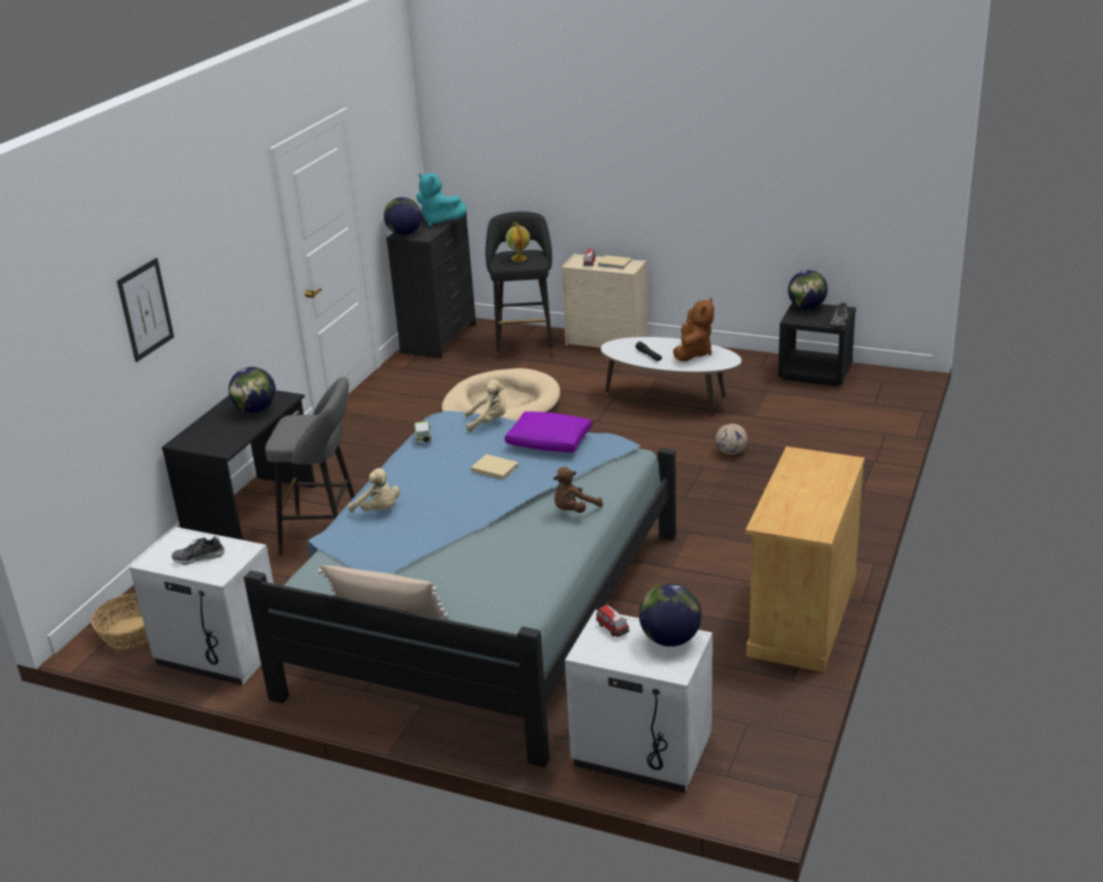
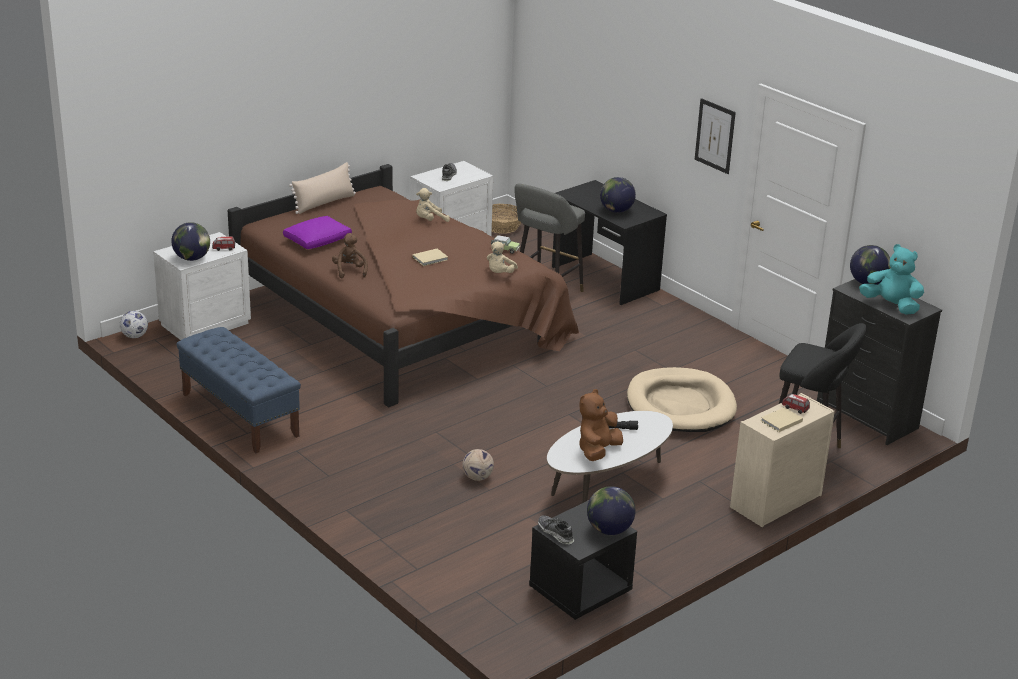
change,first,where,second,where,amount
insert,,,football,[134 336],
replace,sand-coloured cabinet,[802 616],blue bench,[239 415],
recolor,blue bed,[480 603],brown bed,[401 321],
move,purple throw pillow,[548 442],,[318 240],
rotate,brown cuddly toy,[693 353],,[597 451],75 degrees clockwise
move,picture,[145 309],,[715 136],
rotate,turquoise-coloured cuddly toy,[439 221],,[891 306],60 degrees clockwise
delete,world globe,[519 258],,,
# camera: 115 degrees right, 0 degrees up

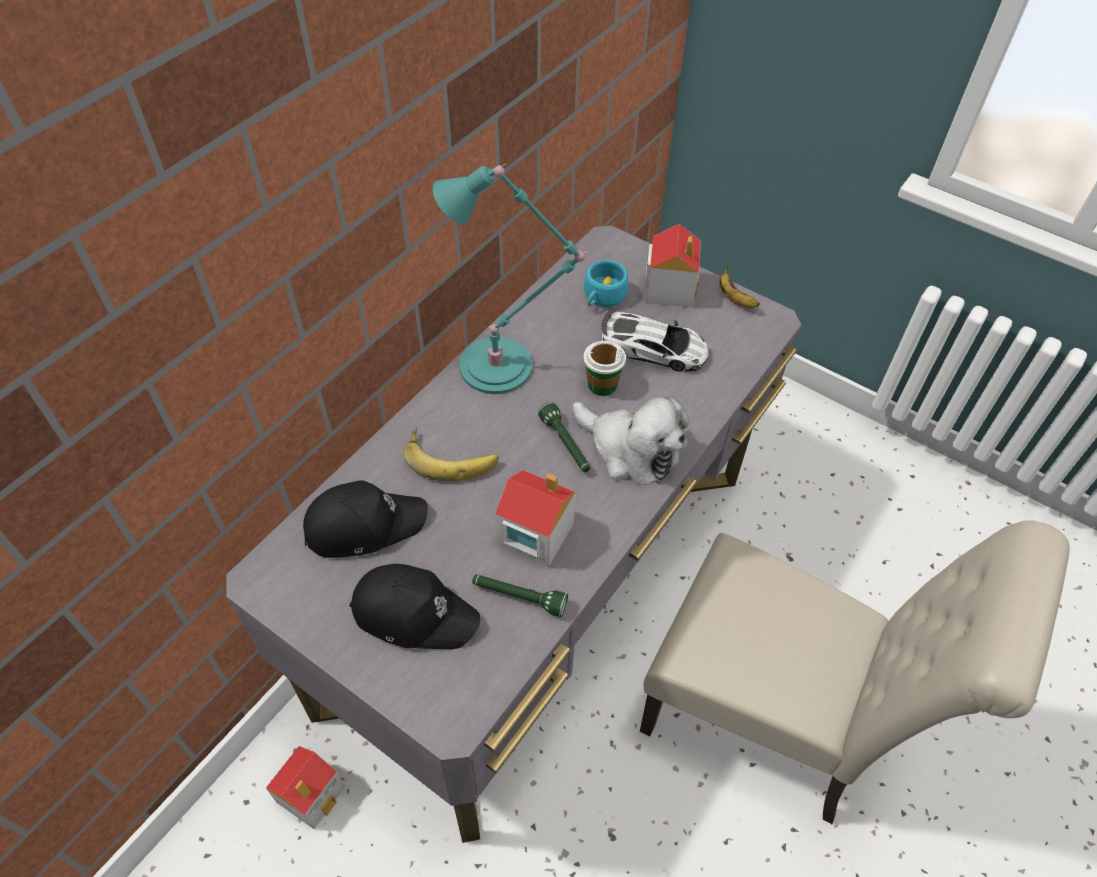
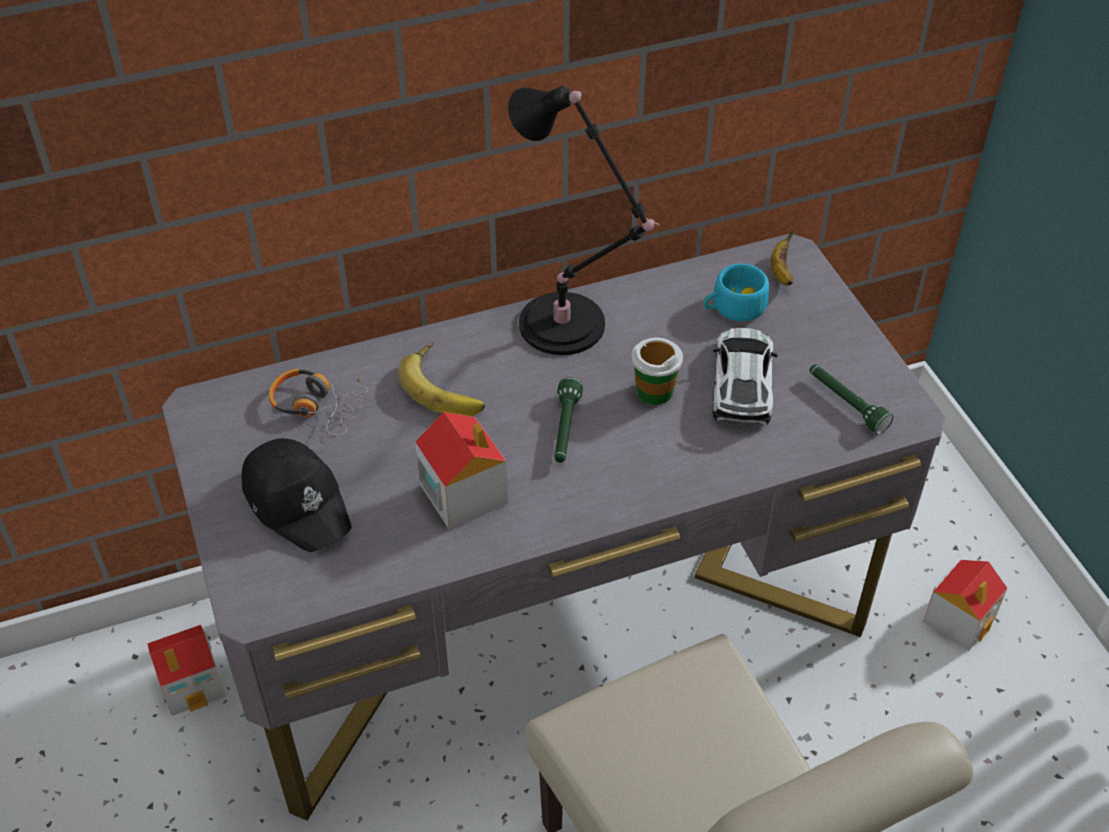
change,first,where,second,where,amount
replace,blackish cap,[363 524],headset,[319 406],
recolor,turquoise-coloured tabletop lamp,[502 366],blackish tabletop lamp,[568 328],
rotate,toy car,[653 348],,[742 382],135 degrees counterclockwise
move,banana fruit,[734 298],,[781 271],
move,green-coloured hand torch,[518 597],,[846 404],
move,miniature house,[670 288],,[959 619],
delete,cuddly toy,[630 450],,,
# camera: 35 degrees right, 5 degrees down

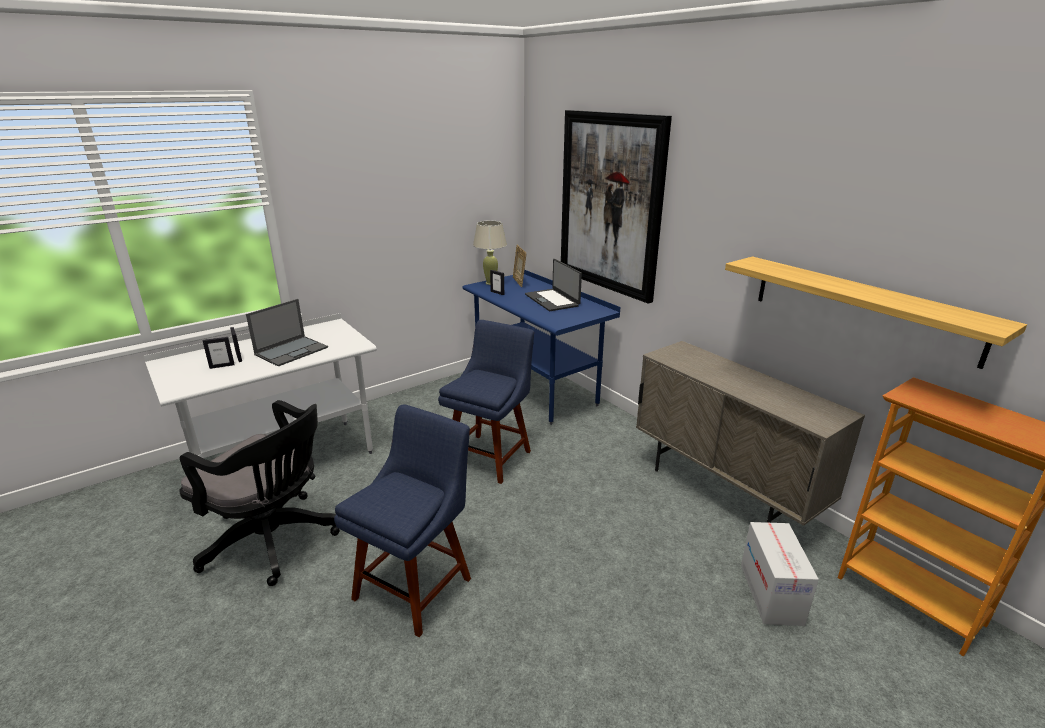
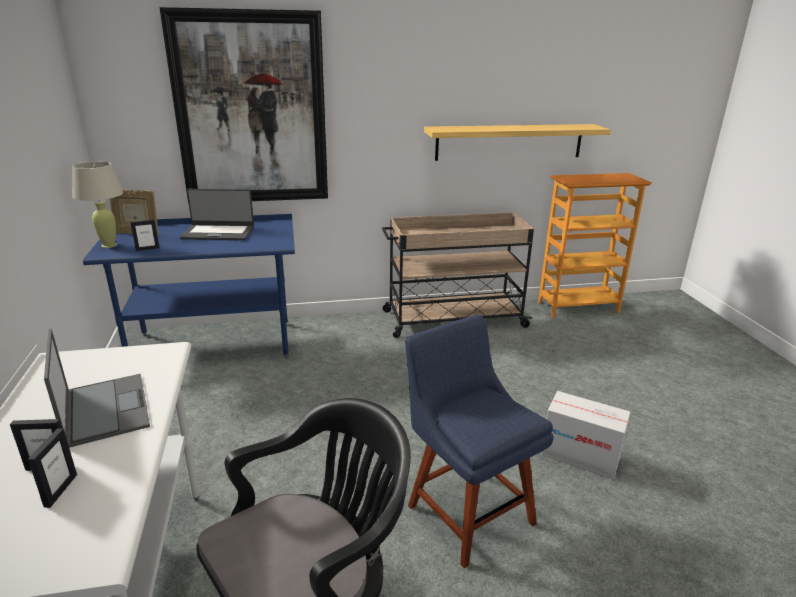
change,first,where,second,where,amount
replace,sand-coloured cabinet,[723 493],sand-coloured cart,[452 319],
move,packing box,[771 594],,[580 456],
delete,blue plain chair,[491 456],,,
# camera: 65 degrees left, 0 degrees up

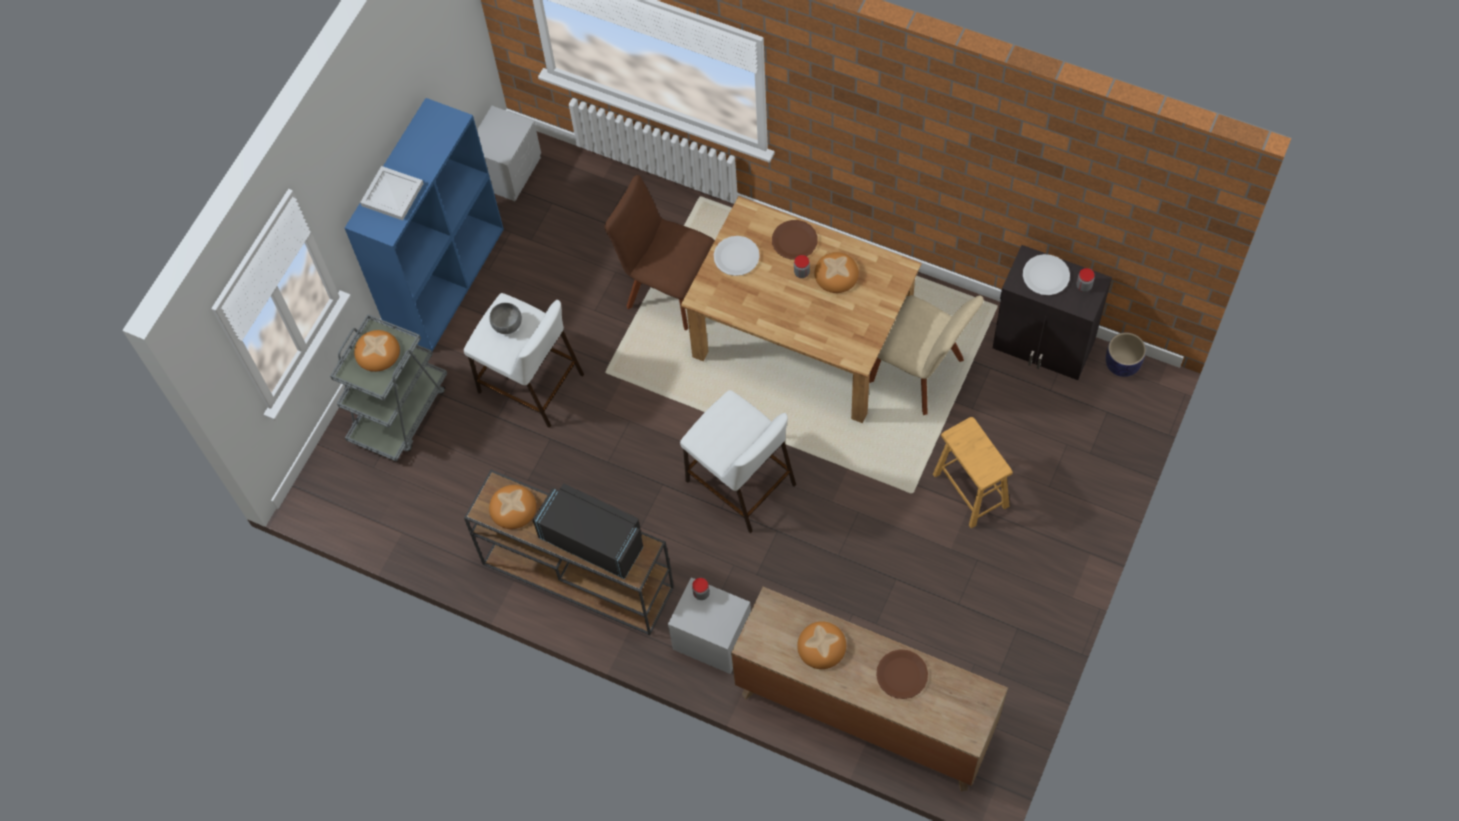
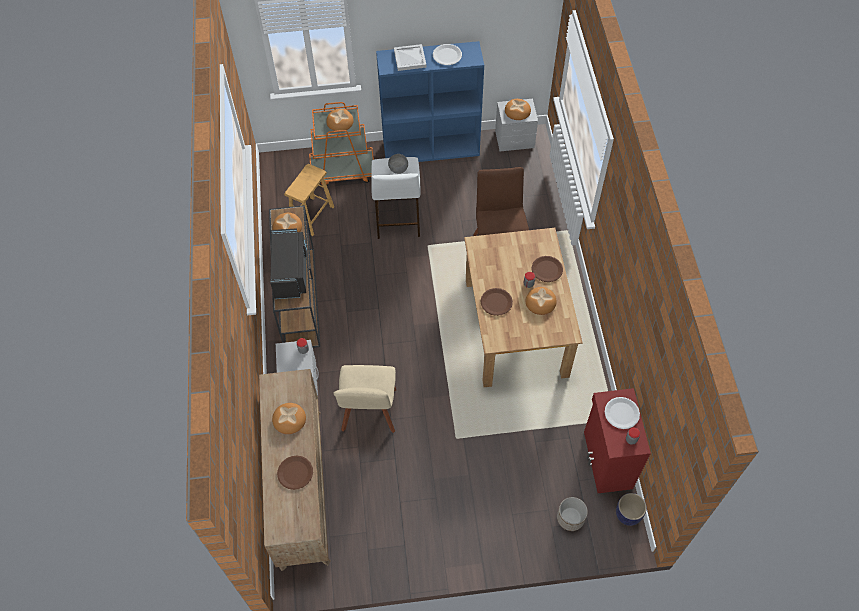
change,first,where,second,where,amount
move,brown stool seat,[971 490],,[312 216],
recolor,gray cart,[399 411],orange cart,[343 170],
move,sand-coloured plain chair,[920 373],,[369 413],
move,white-coloured plate,[736 256],,[447 55],
insert,,,brown plate,[496 302],
insert,,,bread,[517 111],
insert,,,plant pot,[570 518],
recolor,blackish cabinet,[1043 346],red cabinet,[606 460],
delete,white-coloured stool seat,[739 482],,,
# camera: 55 degrees right, 5 degrees down

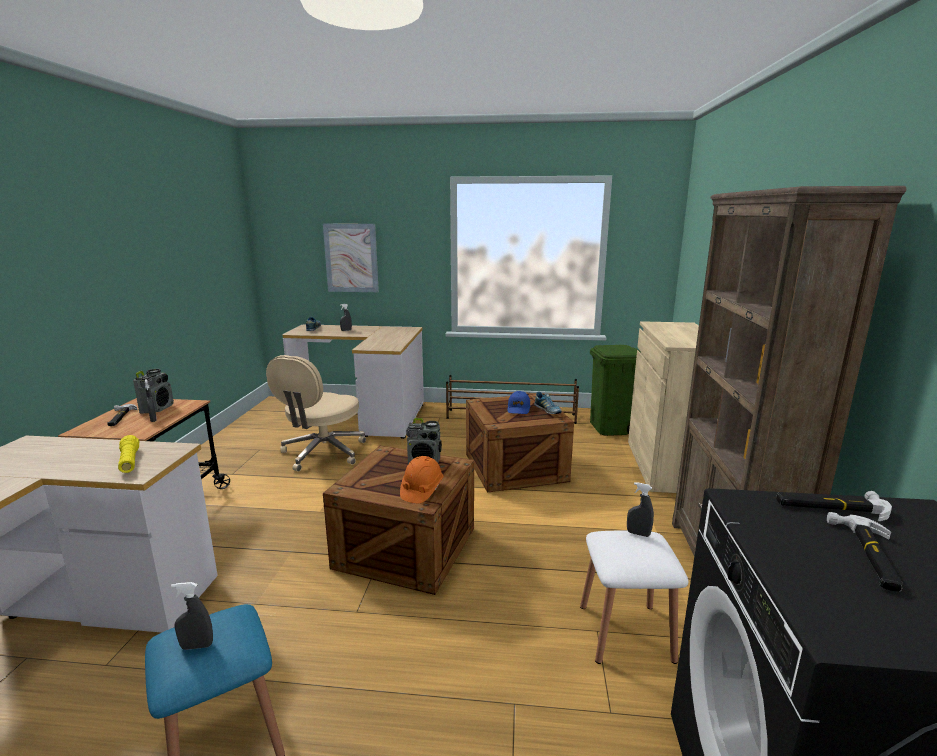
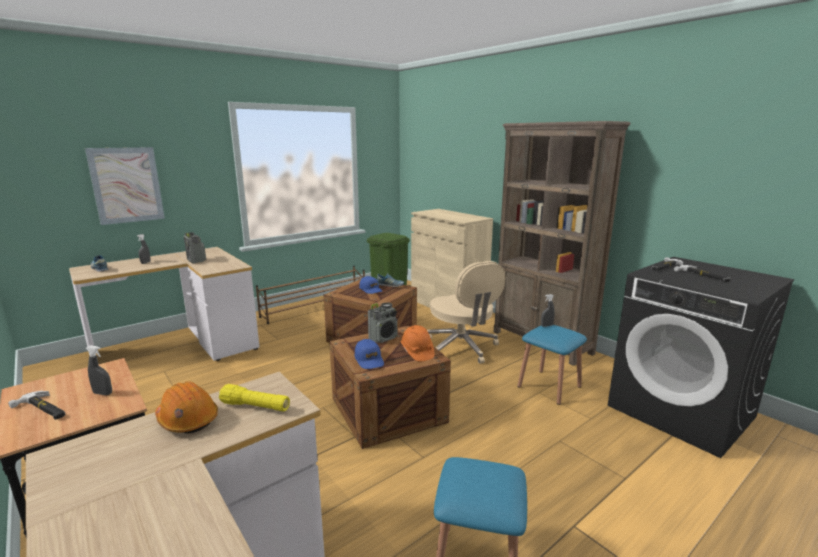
change,first,where,second,where,amount
insert,,,orange safety helmet,[187 419],
move,radio receiver,[157 408],,[196 260],
insert,,,blue cap,[369 360],
move,sand-coloured office chair,[322 453],,[462 347],
recolor,white-coloured stool seat,[625 632],blue stool seat,[549 386],
delete,gray spray bottle,[197 646],,,
# camera: 45 degrees left, 0 degrees up

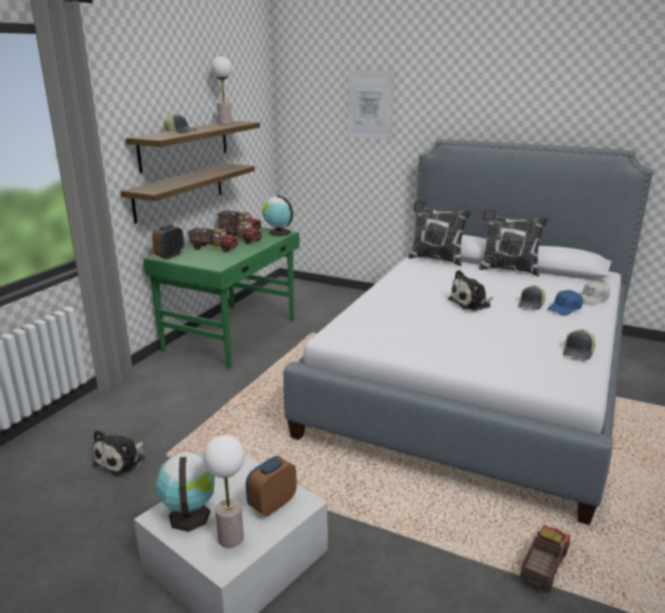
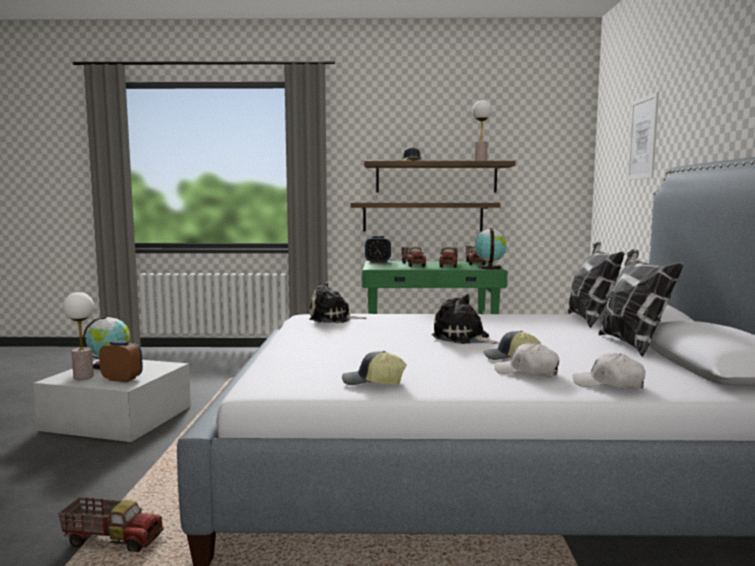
change,first,where,second,where,amount
move,cuddly toy,[122 460],,[333 319],
recolor,blue cap,[565 309],white-coloured cap,[527 372],
# camera: 65 degrees right, 15 degrees down

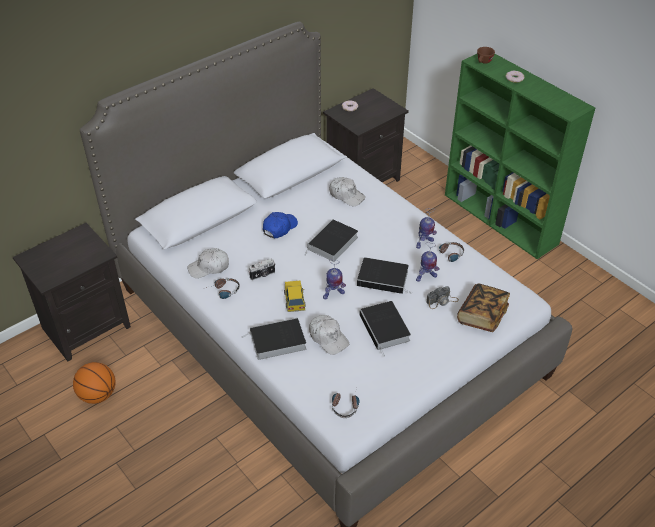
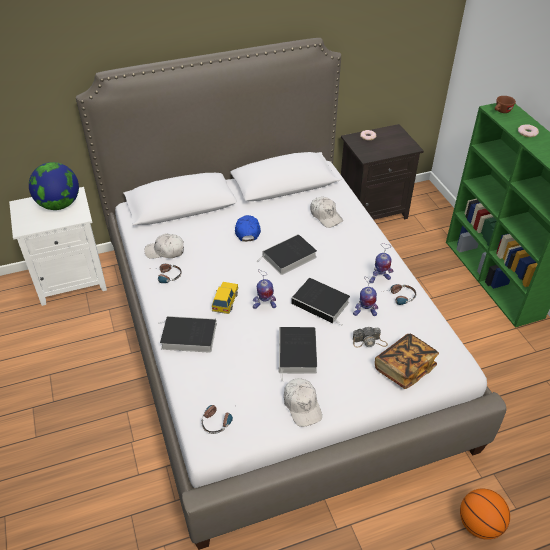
change,first,where,second,where,amount
recolor,blackish night table,[87 326],white-coloured night table,[72 280],
insert,,,world globe,[59 205],
rotate,blue cap,[279 228],,[247 231],60 degrees counterclockwise
move,white-coloured cap,[328 338],,[302 405],
move,basketball,[98 395],,[479 524],
delete,still camera,[262 275],,,
# camera: 20 degrees right, 0 degrees up

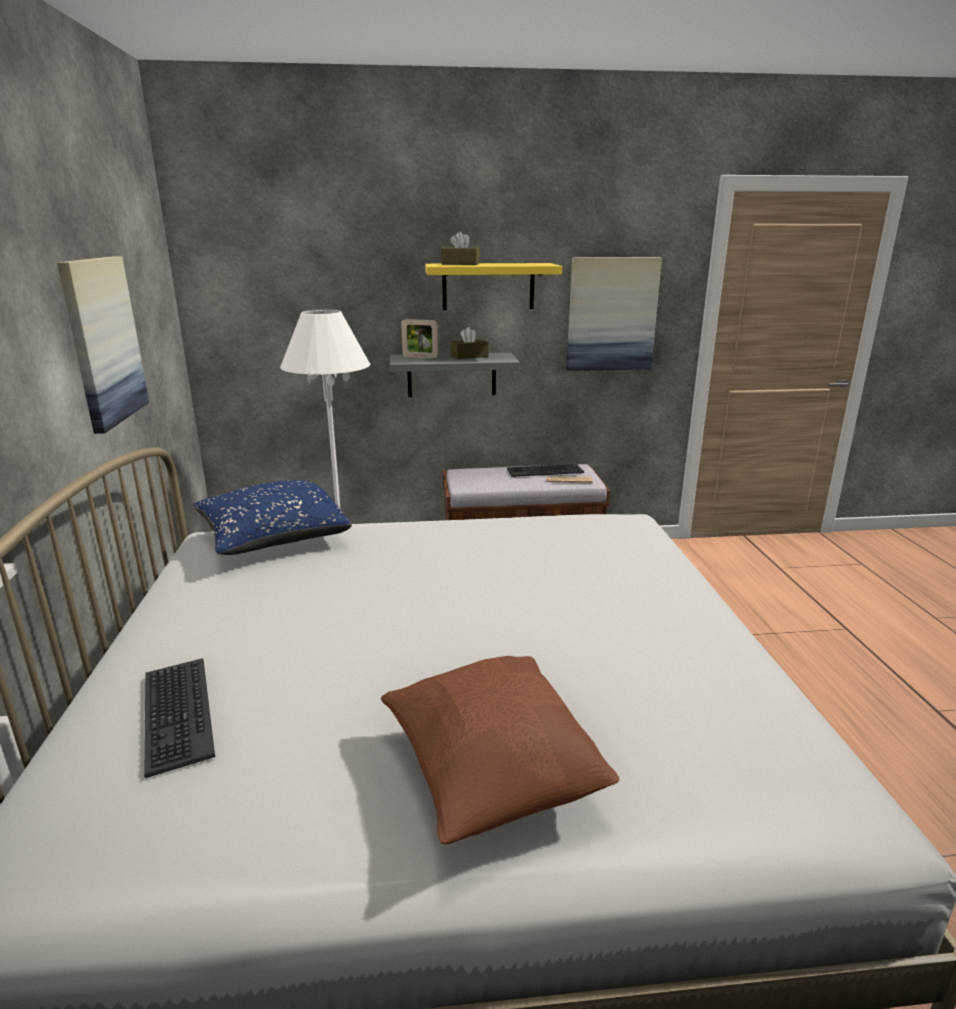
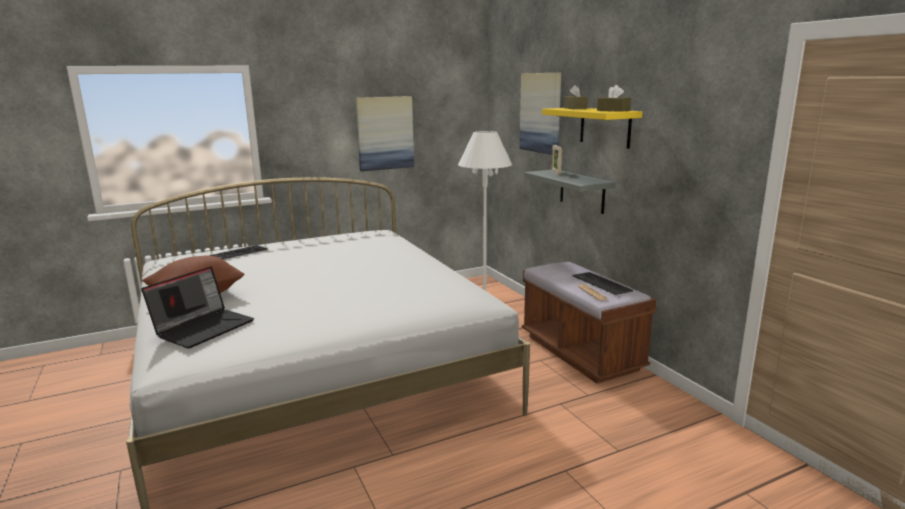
change,first,where,second,where,amount
insert,,,laptop,[204 327],
move,picture,[611 314],,[541 113],
move,brown tissue box,[469 356],,[613 110],
delete,blue throw pillow,[273 539],,,
# camera: 70 degrees right, 5 degrees down

